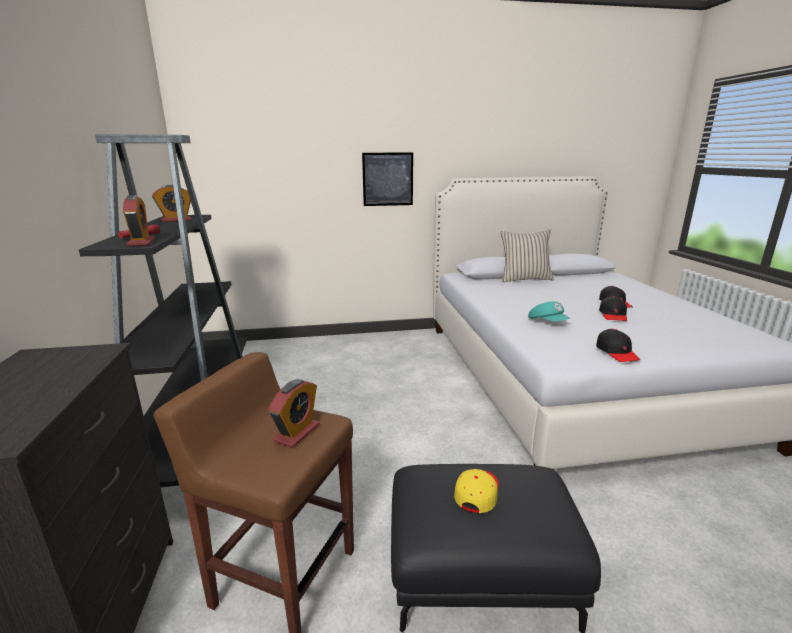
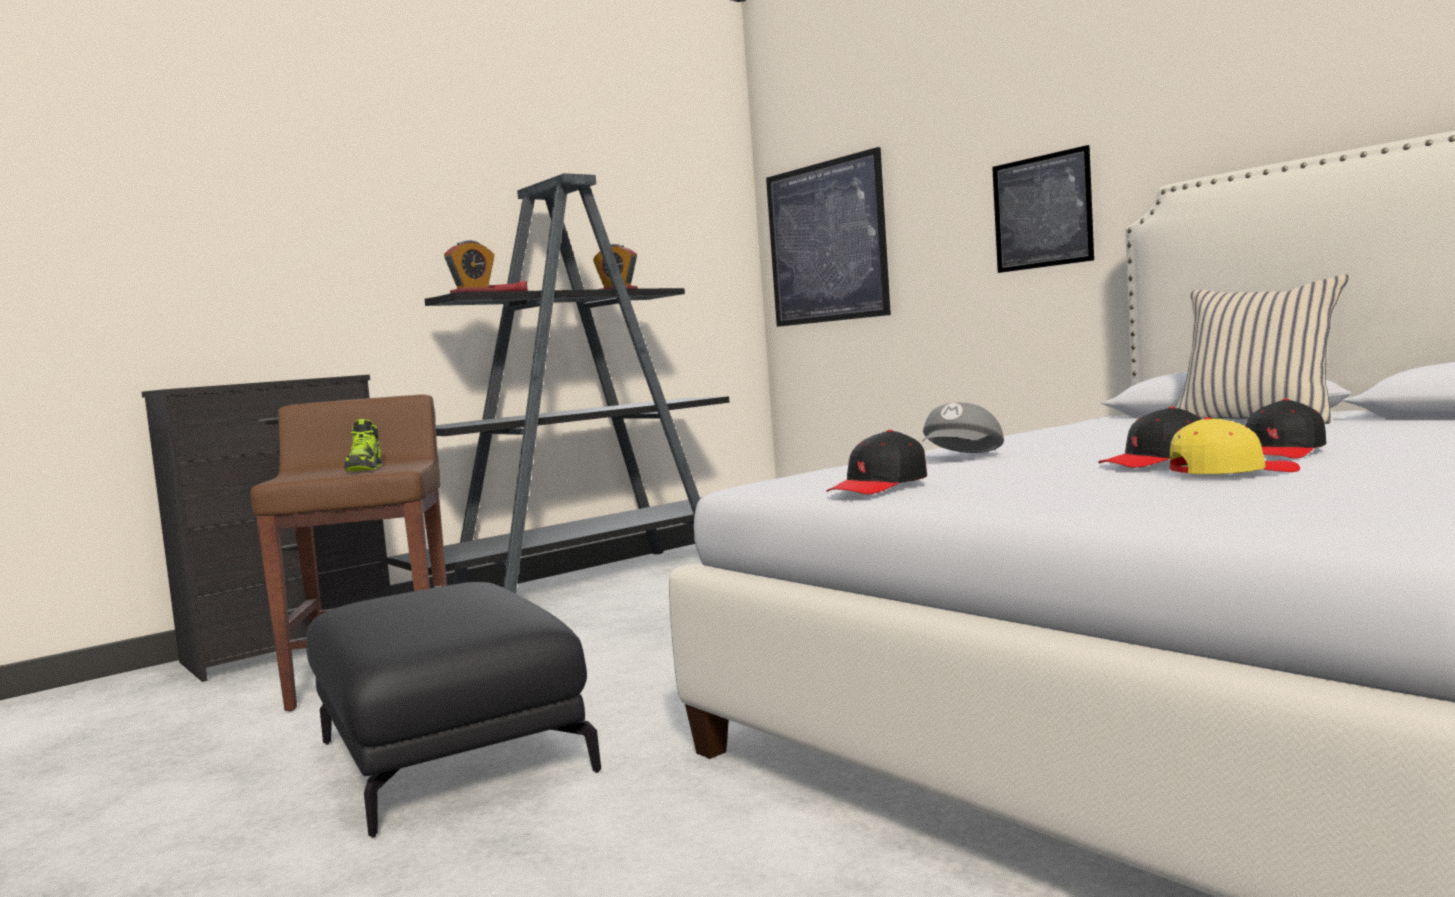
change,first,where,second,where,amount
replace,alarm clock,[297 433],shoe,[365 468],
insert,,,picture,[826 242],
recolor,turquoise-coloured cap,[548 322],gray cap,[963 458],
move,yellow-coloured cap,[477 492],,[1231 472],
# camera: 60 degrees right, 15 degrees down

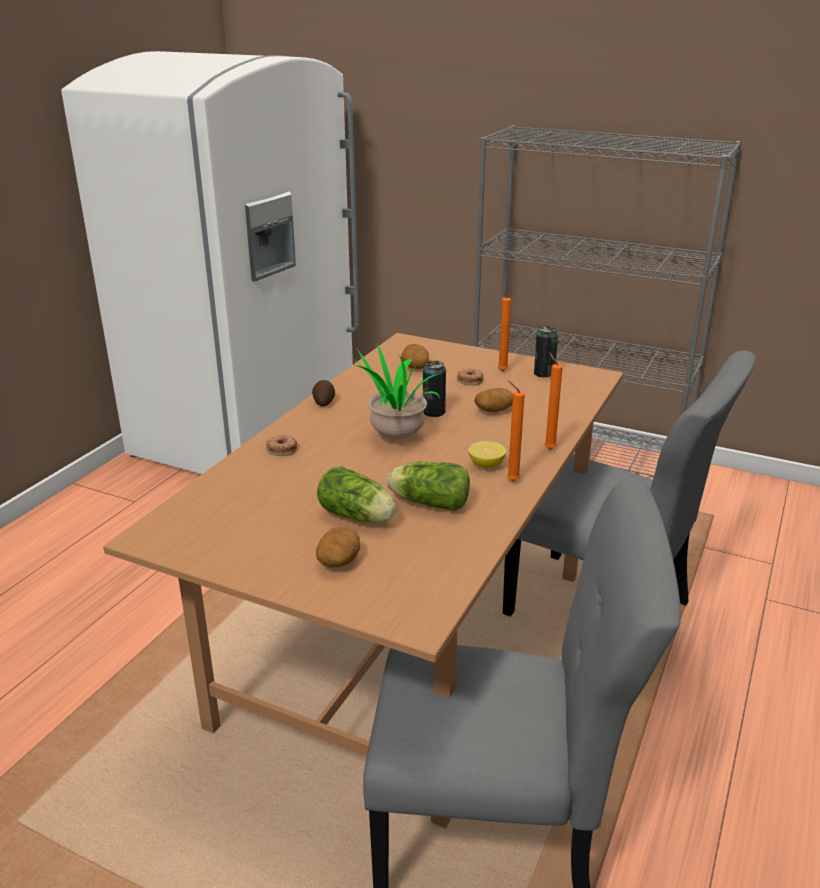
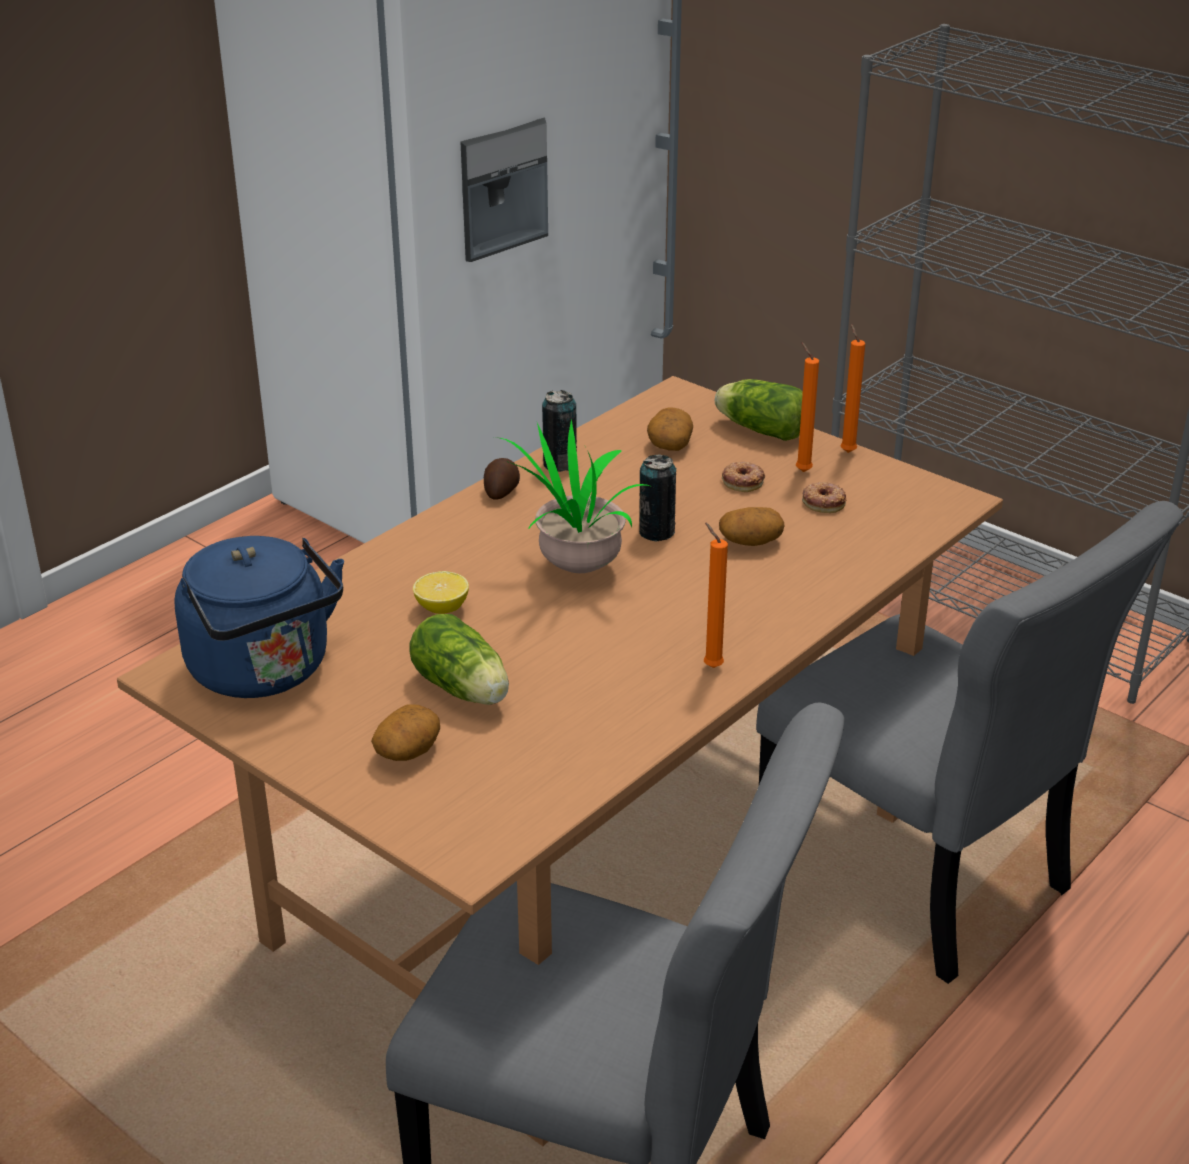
change,first,where,second,where,amount
insert,,,blue water kettle,[265 672],
move,whole lemon,[486 465],,[442 608],
move,can,[544 373],,[560 464],
move,lettuce head,[427 502],,[759 429],
move,donut,[282 448],,[824 502],
move,orange wax candle,[548 448],,[846 451],
# camera: 15 degrees right, 5 degrees up

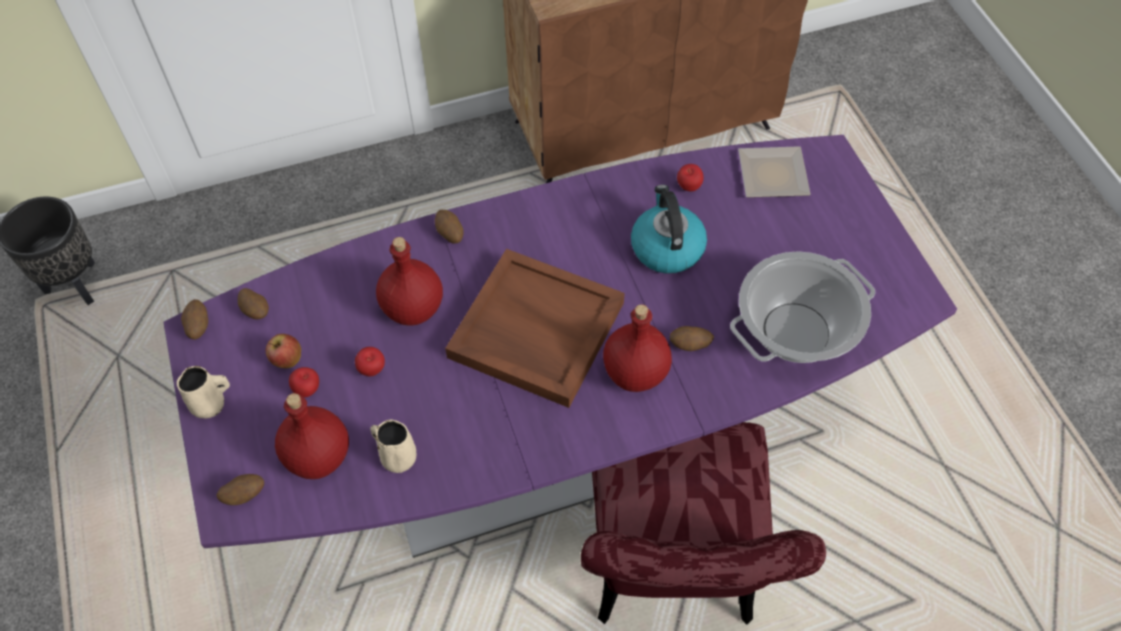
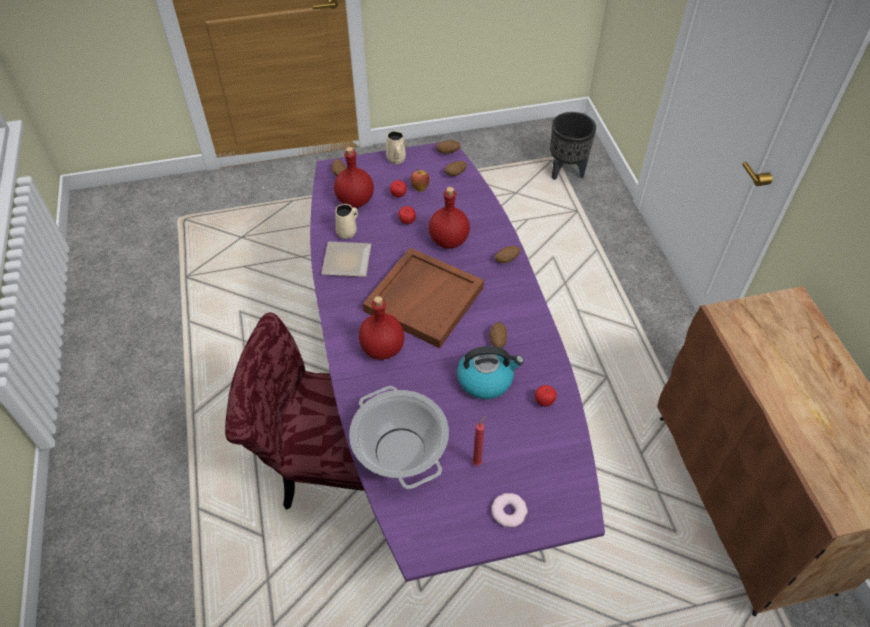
change,first,where,second,where,amount
move,plate,[775 177],,[345 262],
insert,,,red wax candle,[477 462],
move,potato,[690 345],,[497 341],
insert,,,donut,[509 511],
# camera: 95 degrees right, 5 degrees down

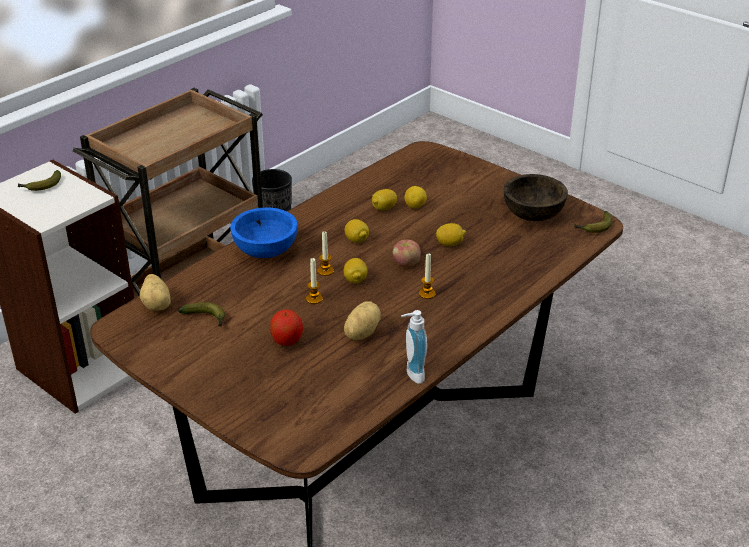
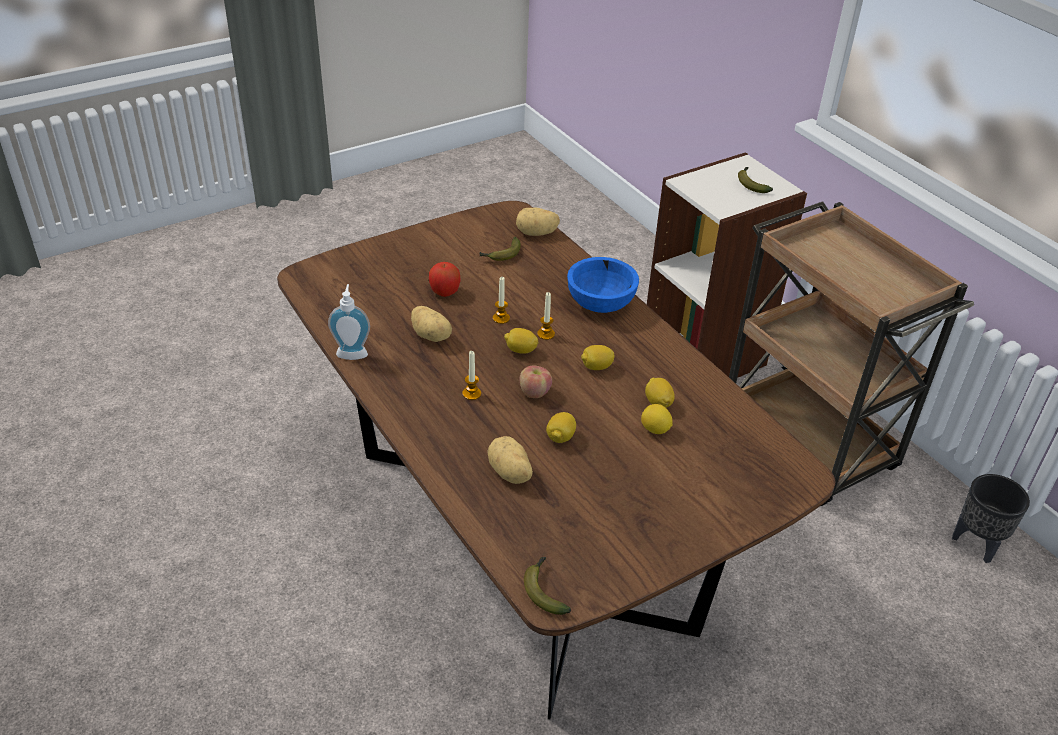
change,first,where,second,where,amount
insert,,,potato,[509 473],
delete,brown deep dish,[533 214],,,
# camera: 105 degrees right, 5 degrees up

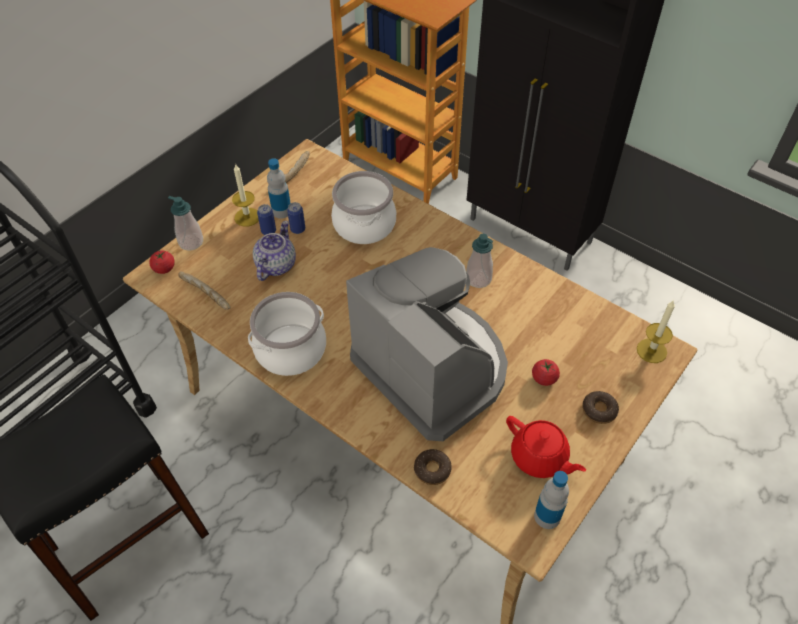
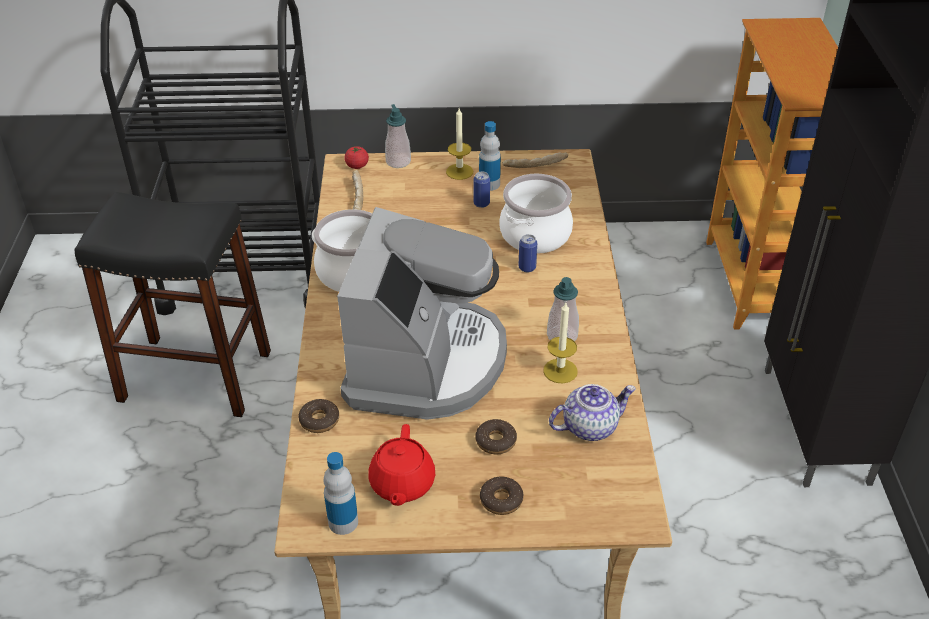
change,first,where,second,where,amount
replace,fresh tomato,[544 378],donut,[496 441],
move,can,[268 231],,[527 267],
move,wax candle,[651 350],,[560 371],
move,pot for tea,[275 265],,[590 426],
# camera: 50 degrees right, 10 degrees down

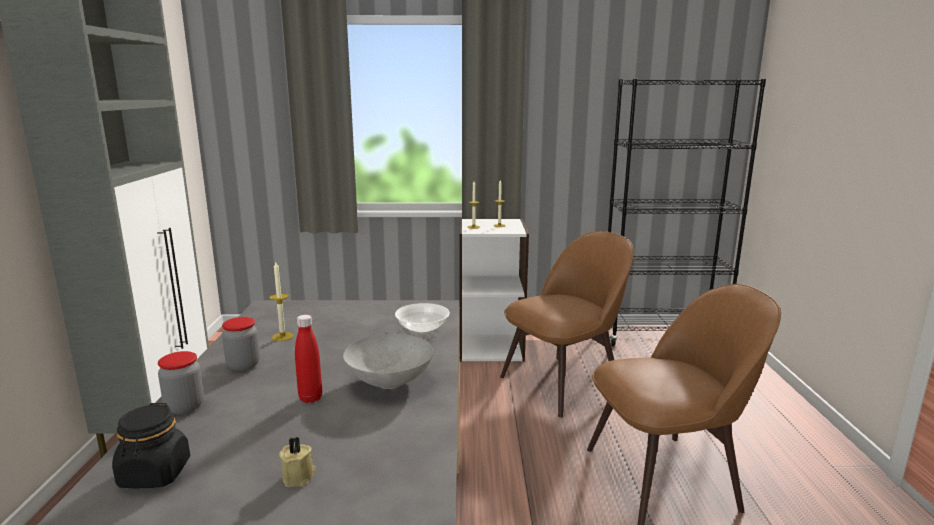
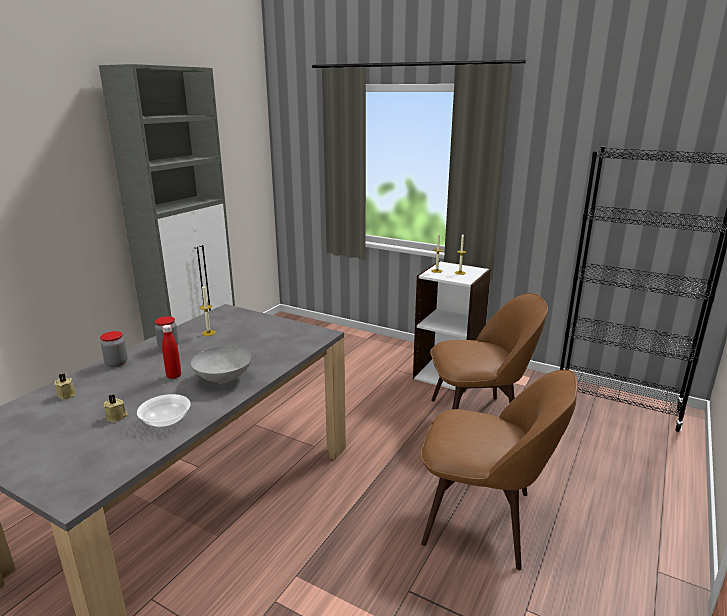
change,first,where,second,where,amount
replace,blackish jar,[155 474],sand-coloured wax candle,[67 394],
move,deep dish,[422 328],,[166 421],
# camera: 30 degrees right, 5 degrees up

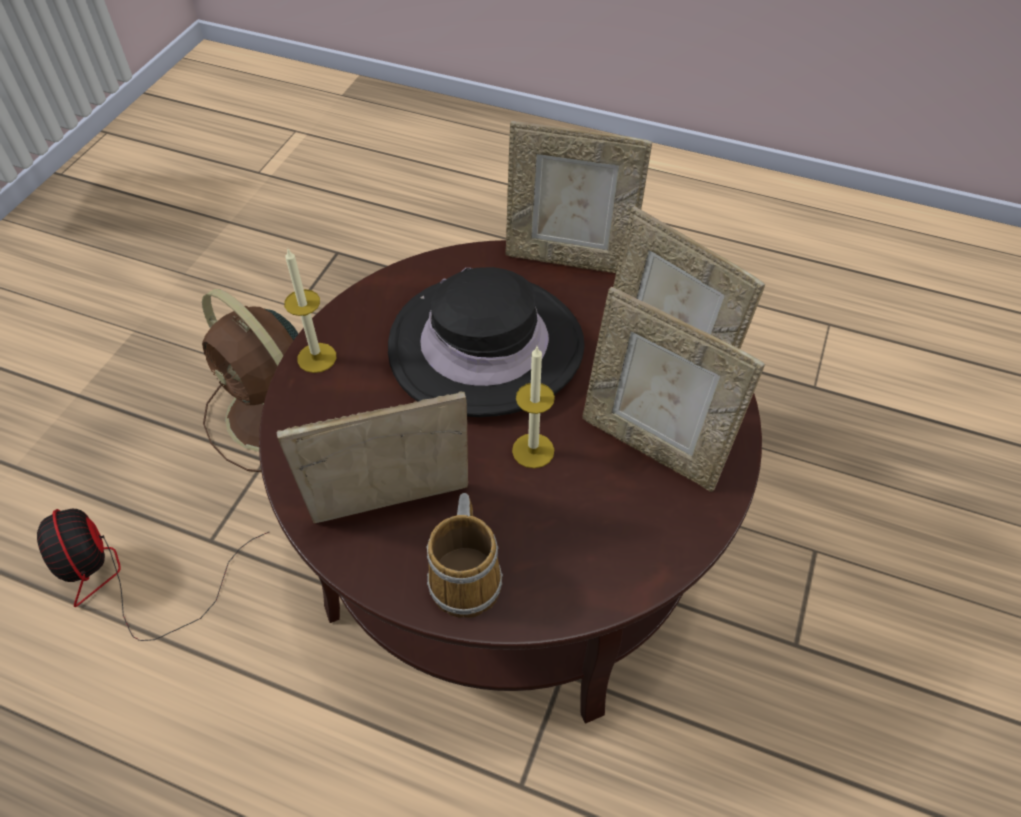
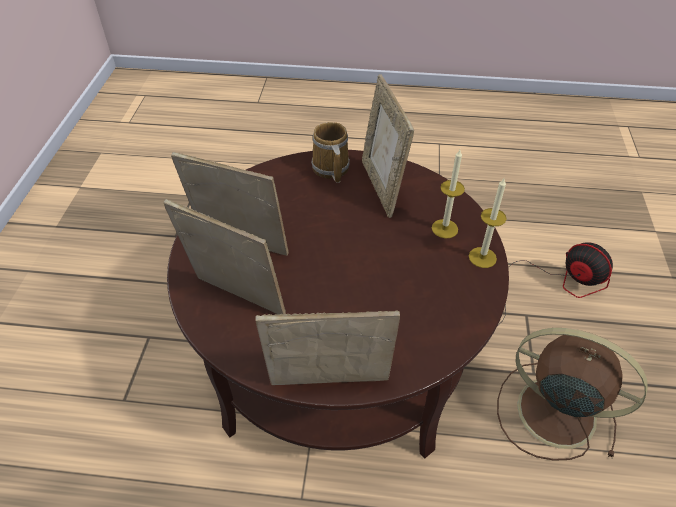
change,first,where,second,where,amount
rotate,picture frame,[392 512],,[382 187],105 degrees clockwise
move,wax candle,[533 450],,[444 228],
delete,blackish hat,[486 347],,,
# camera: 165 degrees right, 5 degrees down

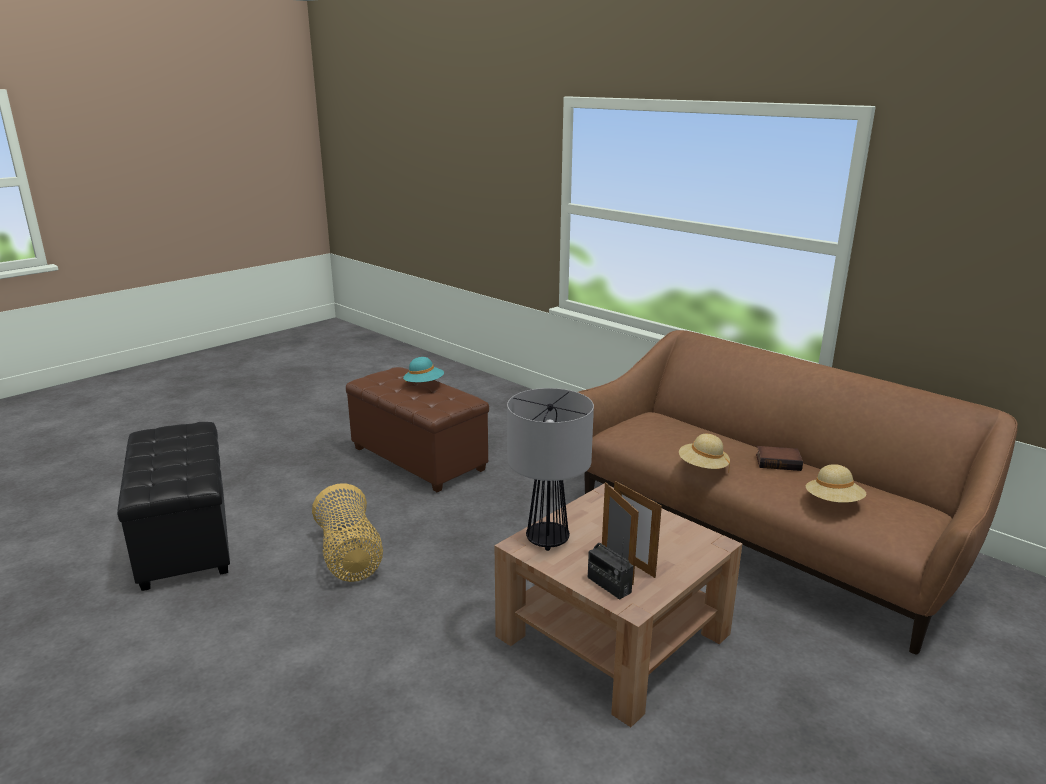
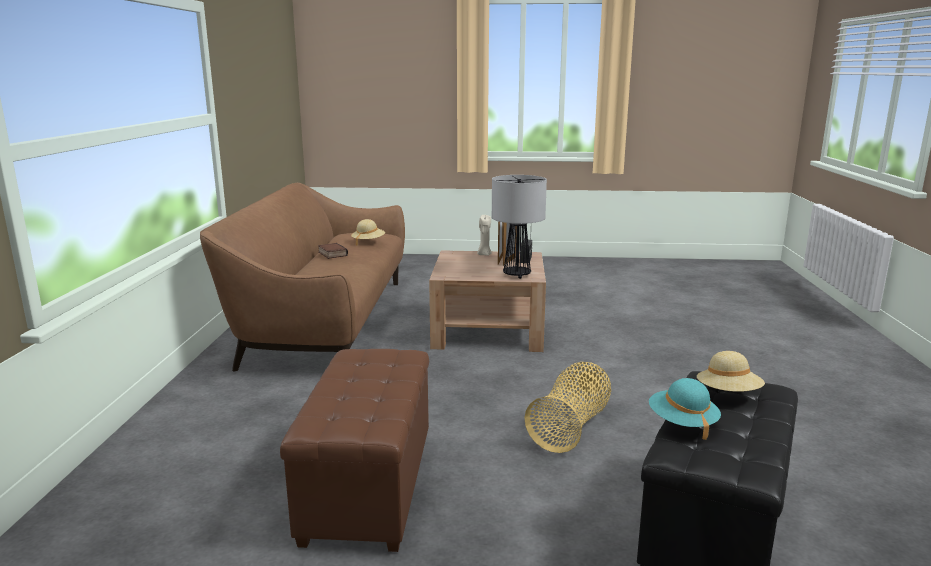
change,first,where,second,where,amount
insert,,,sand-coloured wax candle,[484 254],
move,turquoise-coloured hat,[424 384],,[682 423],
move,sand-coloured hat,[702 467],,[728 394],
# camera: 130 degrees left, 5 degrees down

